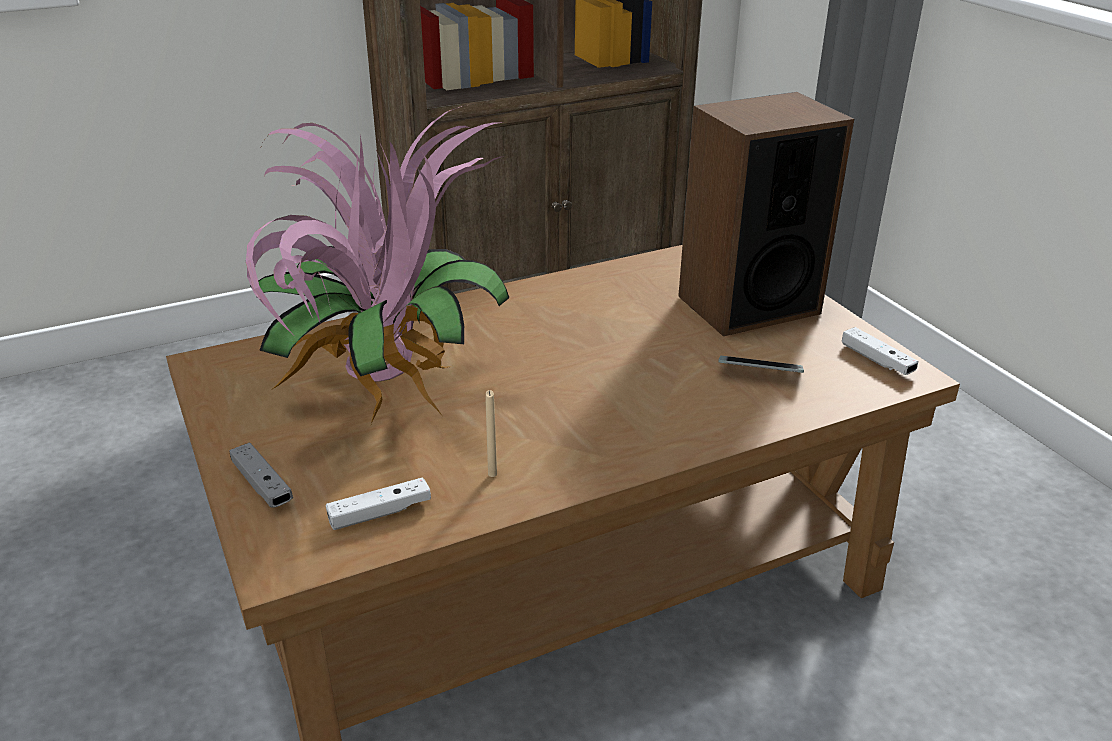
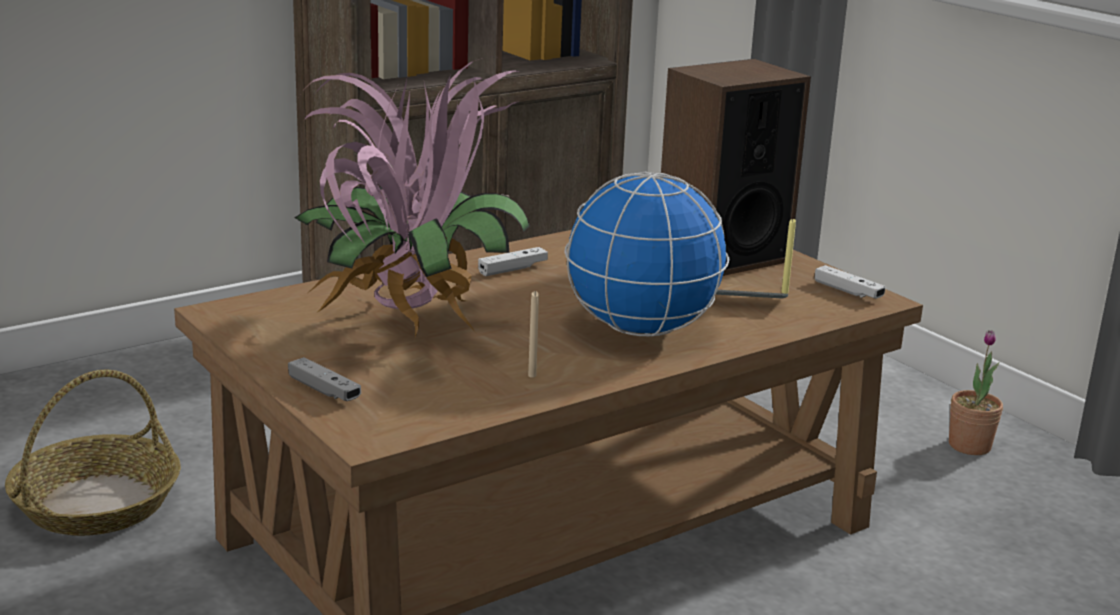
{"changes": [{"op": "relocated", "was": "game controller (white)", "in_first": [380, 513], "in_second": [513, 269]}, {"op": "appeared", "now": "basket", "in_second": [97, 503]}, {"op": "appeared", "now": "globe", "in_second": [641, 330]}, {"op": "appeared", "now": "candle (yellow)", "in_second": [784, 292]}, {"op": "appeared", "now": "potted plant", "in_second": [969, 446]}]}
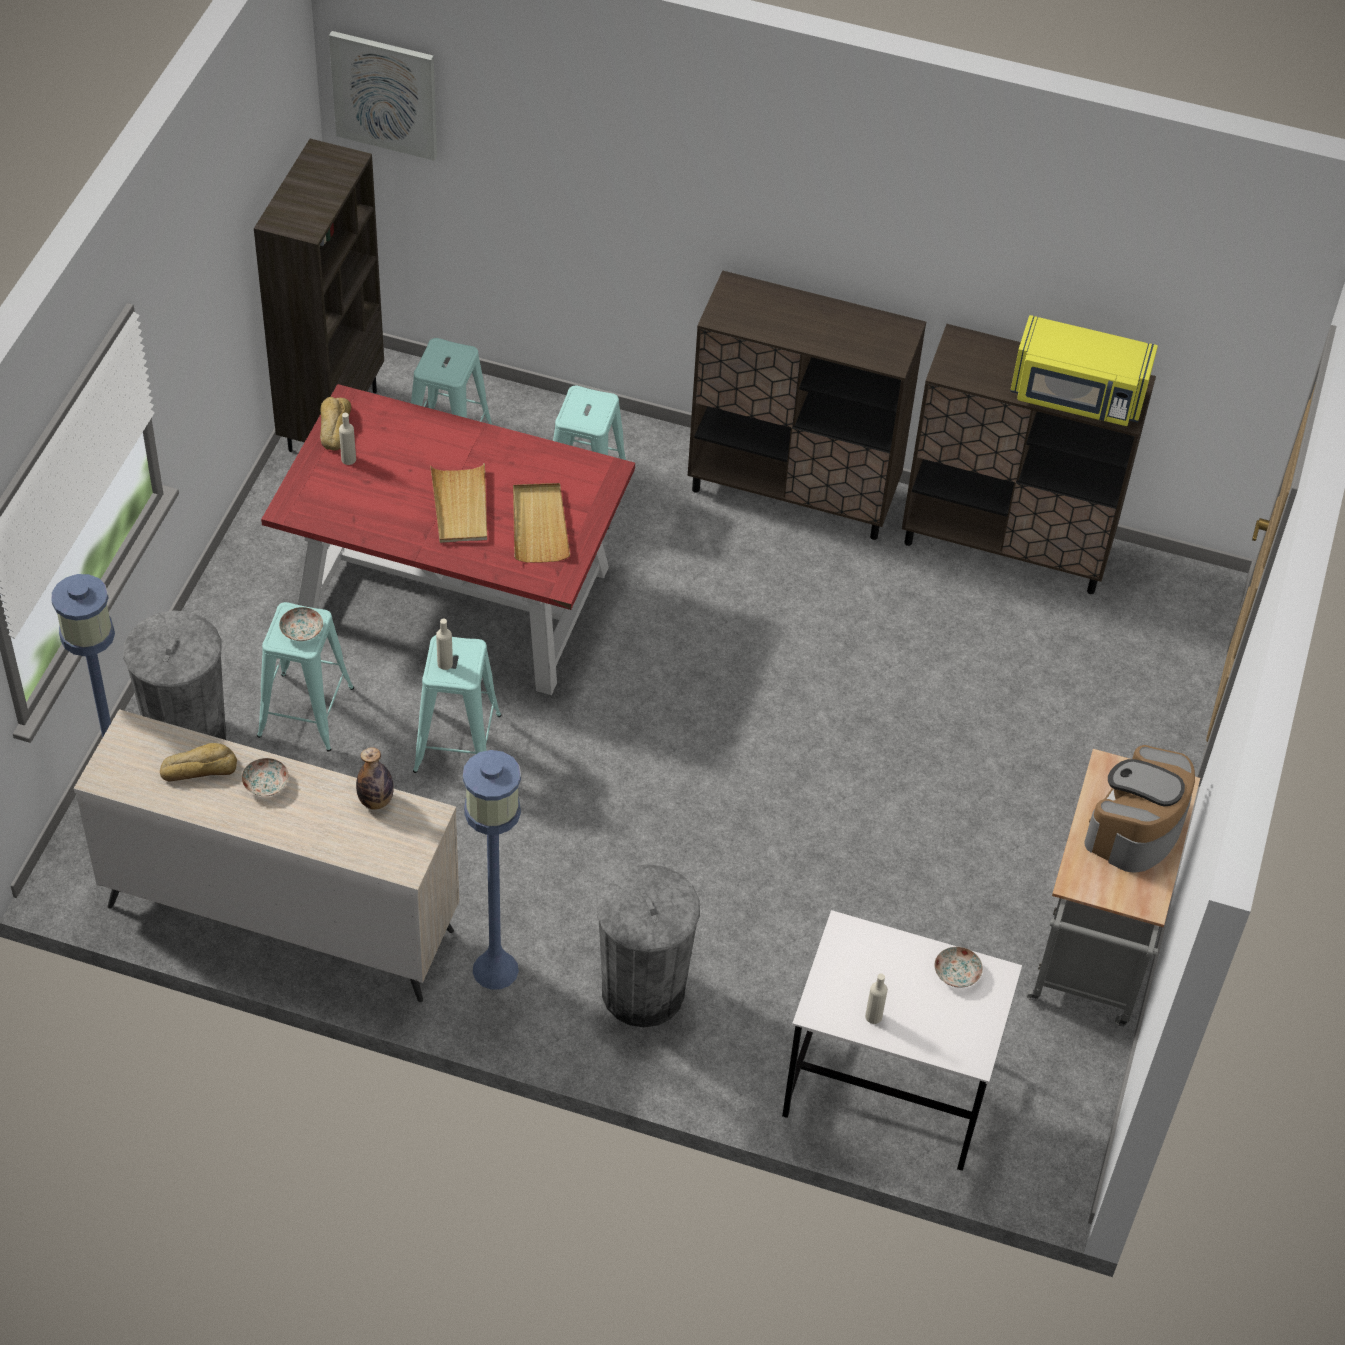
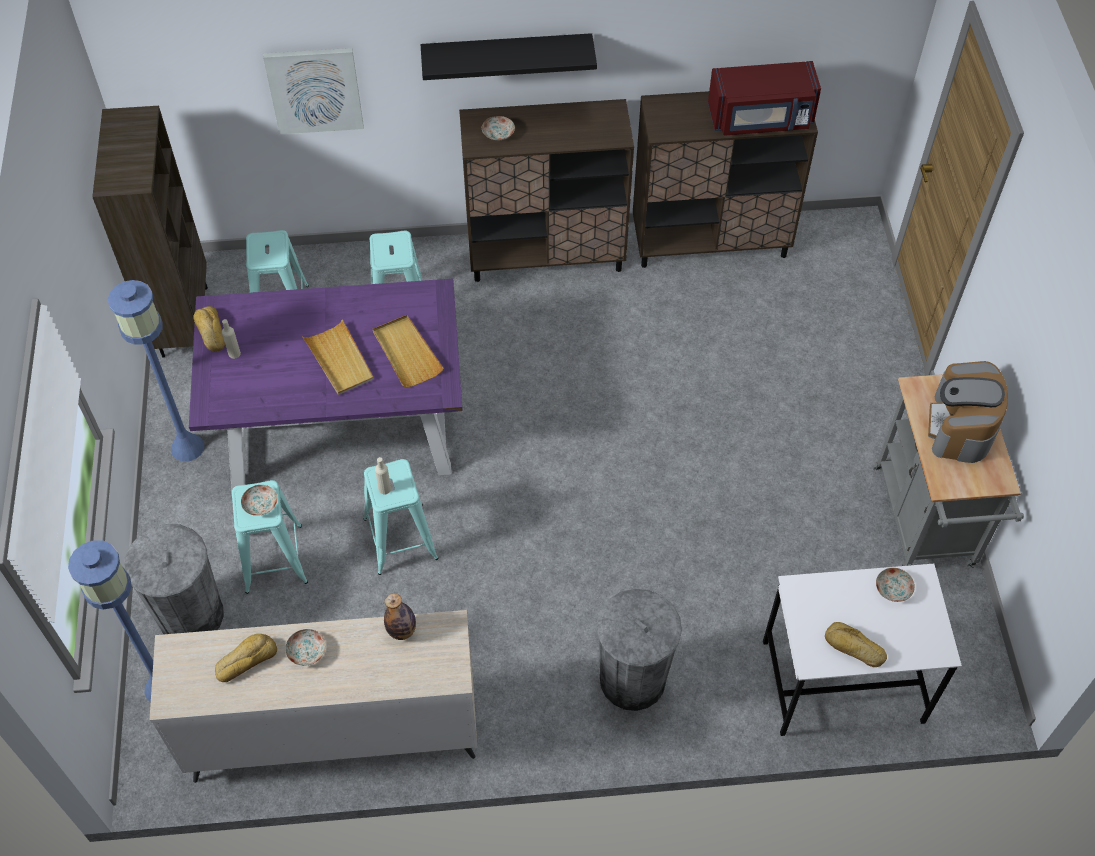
{"changes": [{"op": "colour", "was": "dining table (red)", "now": "dining table (purple)", "in_first": [451, 594], "in_second": [339, 424]}, {"op": "relocated", "was": "picture", "in_first": [385, 94], "in_second": [314, 90]}, {"op": "relocated", "was": "floor lamp (blue)", "in_first": [494, 970], "in_second": [187, 447]}, {"op": "exchanged", "was": "bottle (beige)", "now": "bread", "in_first": [873, 1016], "in_second": [854, 648]}, {"op": "colour", "was": "microwave (yellow)", "now": "microwave (red)", "in_first": [1077, 397], "in_second": [761, 119]}, {"op": "appeared", "now": "shelf (black)", "in_second": [507, 54]}, {"op": "appeared", "now": "plate", "in_second": [498, 133]}]}
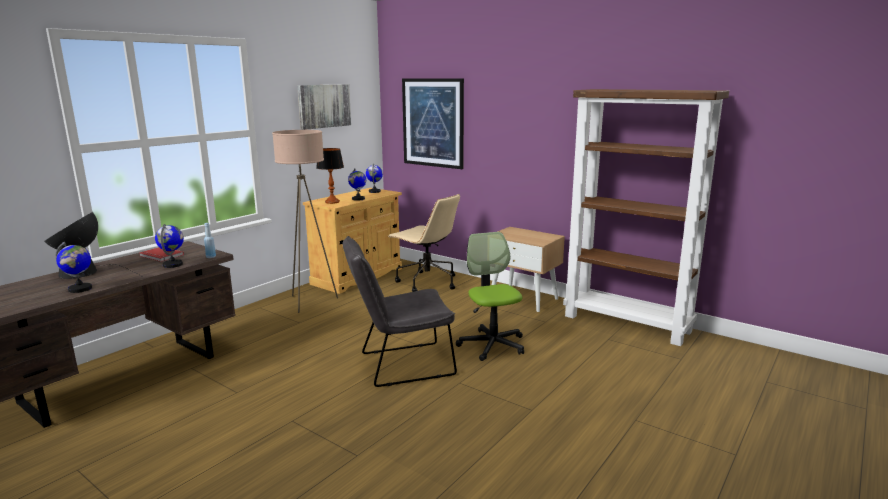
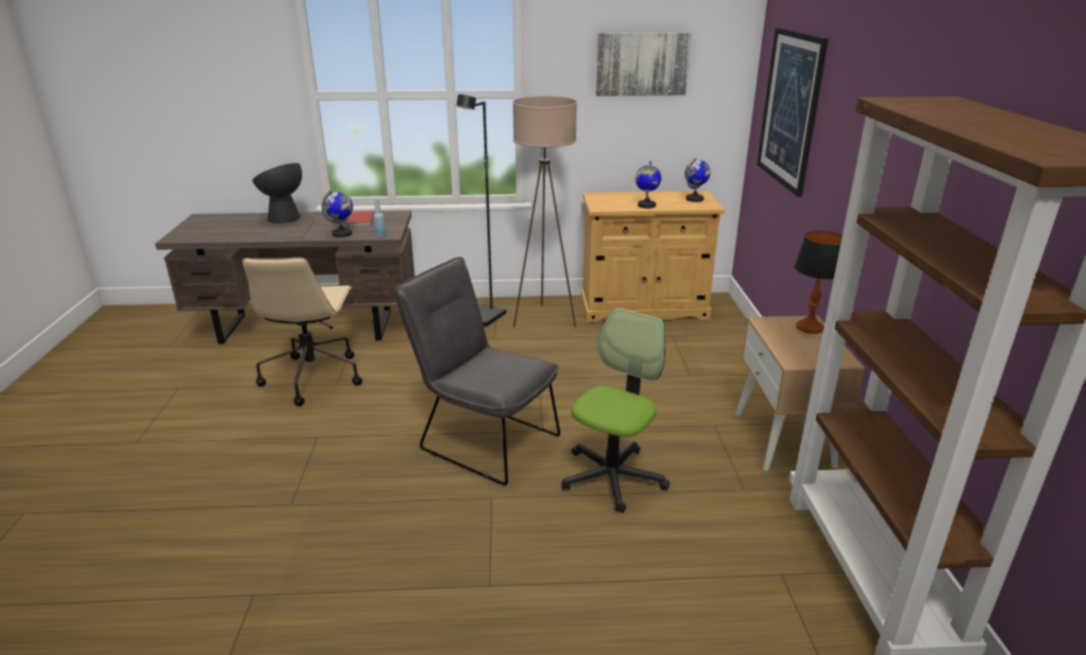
{"changes": [{"op": "missing", "was": "globe", "in_first": [80, 289]}, {"op": "relocated", "was": "table lamp", "in_first": [332, 202], "in_second": [809, 327]}, {"op": "relocated", "was": "office chair (beige)", "in_first": [426, 282], "in_second": [313, 376]}, {"op": "appeared", "now": "floor lamp (black)", "in_second": [485, 318]}]}
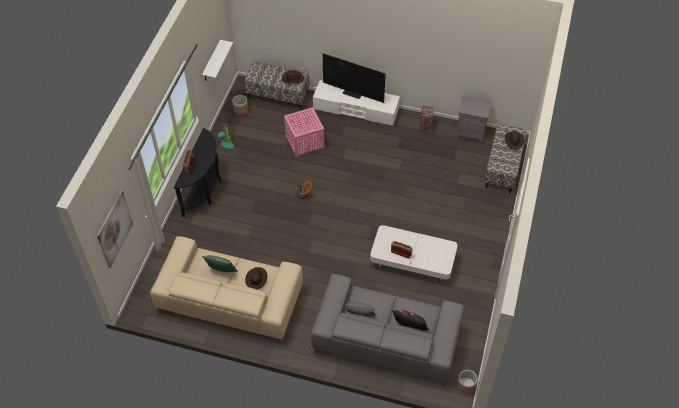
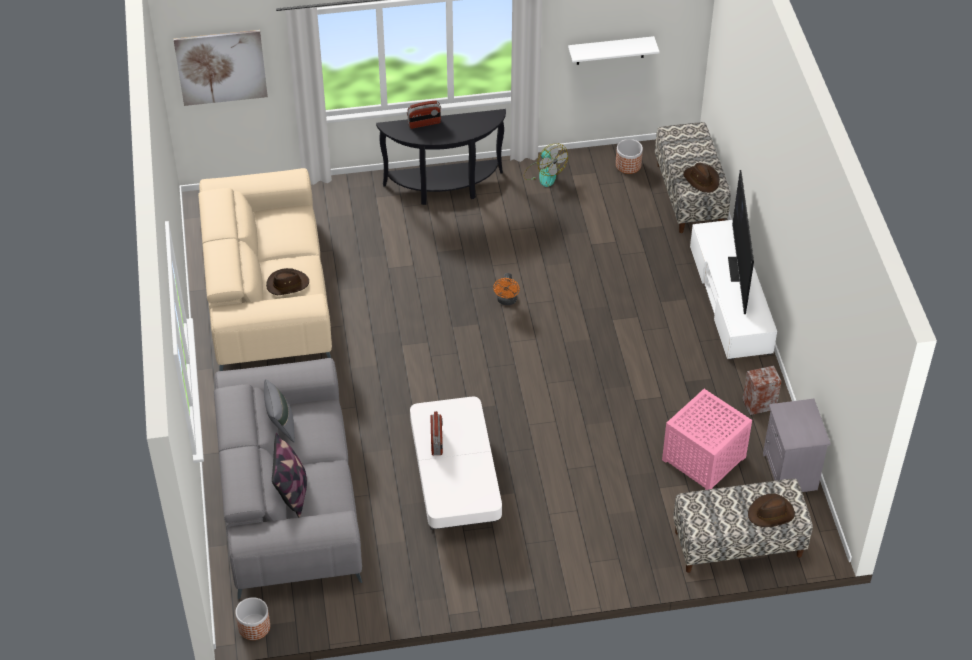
{"changes": [{"op": "missing", "was": "pillow (green)", "in_first": [221, 271]}, {"op": "relocated", "was": "side table (pink)", "in_first": [304, 142], "in_second": [703, 457]}]}
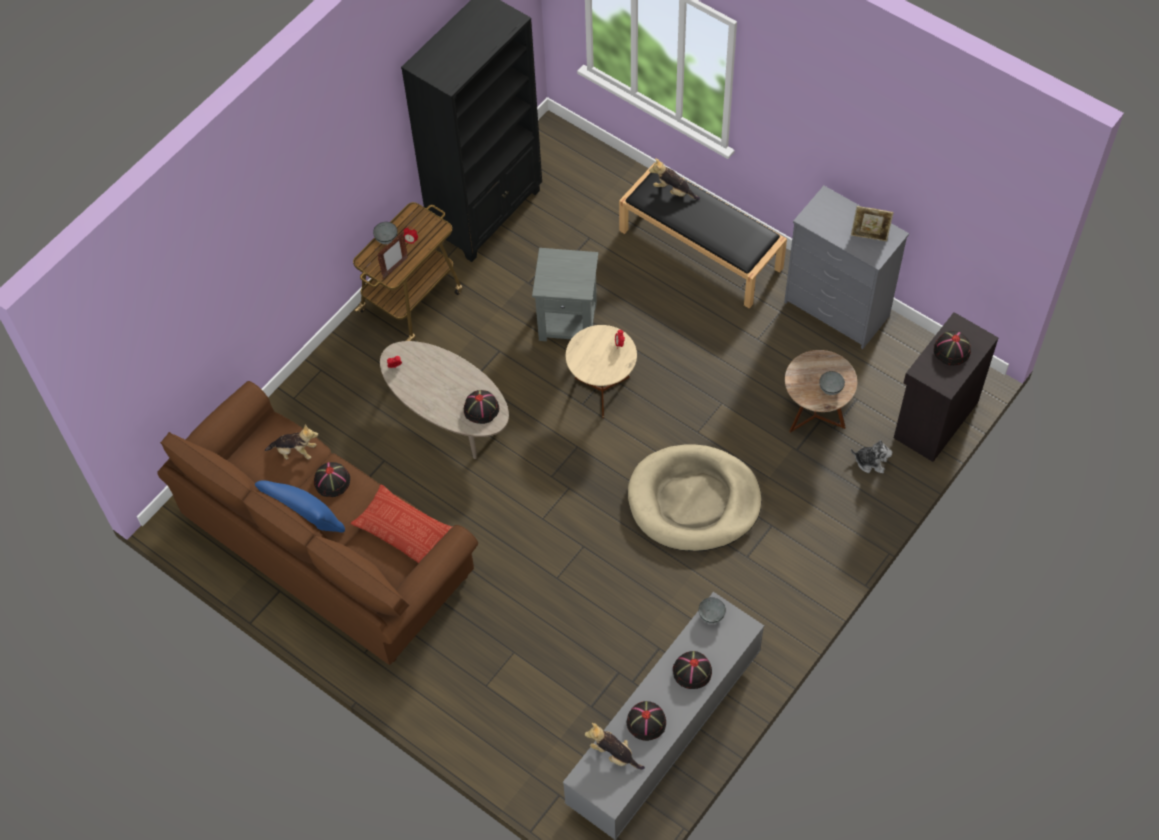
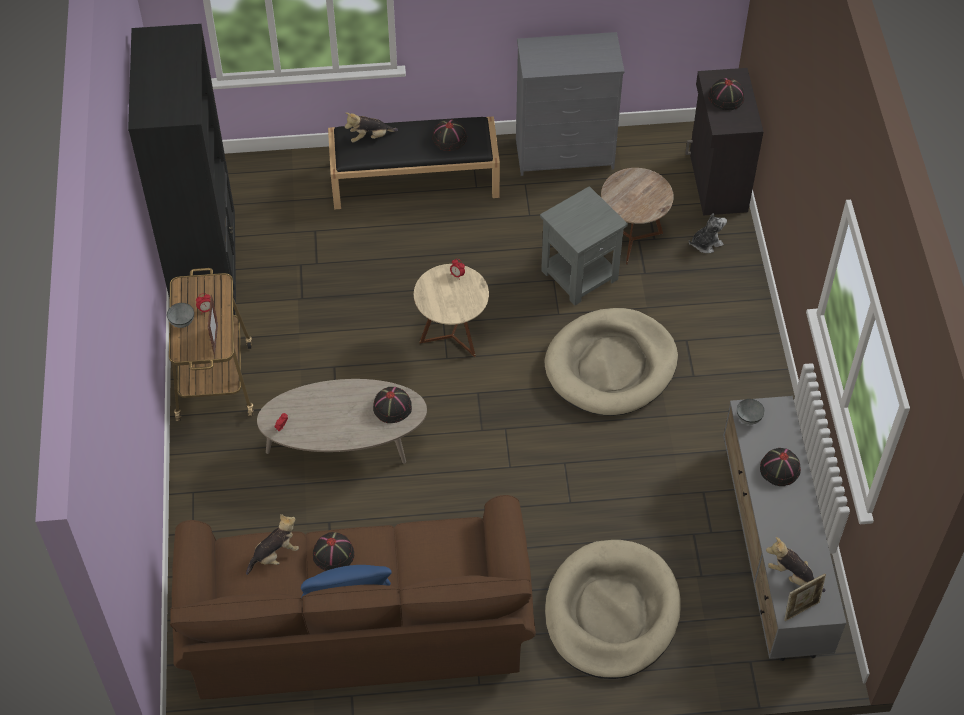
{"changes": [{"op": "missing", "was": "pillow", "in_first": [404, 530]}, {"op": "relocated", "was": "side table (grey)", "in_first": [568, 321], "in_second": [580, 274]}, {"op": "spun", "was": "plush toy", "in_first": [614, 754], "in_second": [792, 575], "clockwise": 45}, {"op": "relocated", "was": "hat (black)", "in_first": [646, 721], "in_second": [449, 138]}, {"op": "missing", "was": "bowl (grey)", "in_first": [830, 389]}, {"op": "relocated", "was": "picture frame", "in_first": [869, 236], "in_second": [801, 609]}, {"op": "appeared", "now": "dog bed (beige)", "in_second": [611, 612]}]}
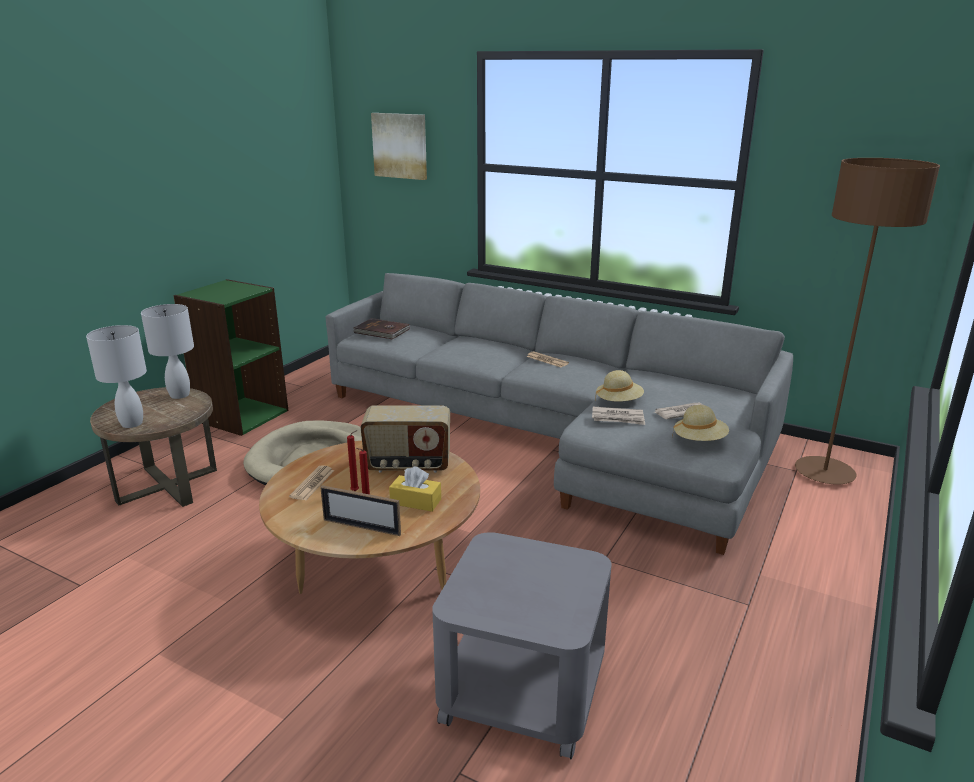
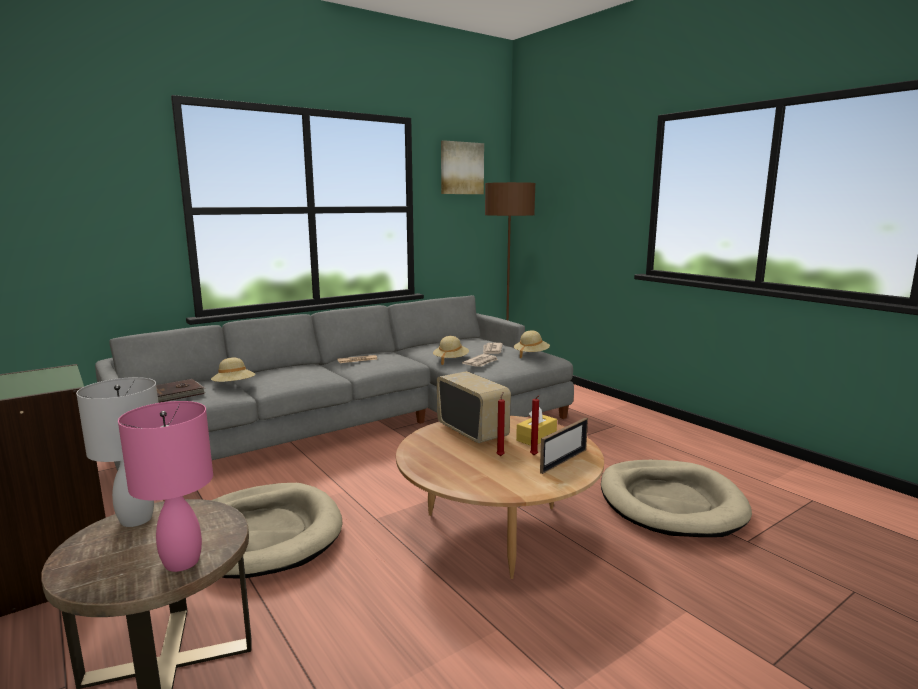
{"changes": [{"op": "colour", "was": "table lamp (white)", "now": "table lamp (pink)", "in_first": [132, 423], "in_second": [181, 562]}, {"op": "missing", "was": "newspaper", "in_first": [312, 484]}, {"op": "spun", "was": "radio", "in_first": [408, 465], "in_second": [473, 432], "clockwise": -60}, {"op": "relocated", "was": "picture", "in_first": [400, 145], "in_second": [461, 168]}, {"op": "exchanged", "was": "side table (grey)", "now": "dog bed (beige)", "in_first": [523, 688], "in_second": [670, 503]}, {"op": "appeared", "now": "hat (beige)", "in_second": [234, 386]}]}
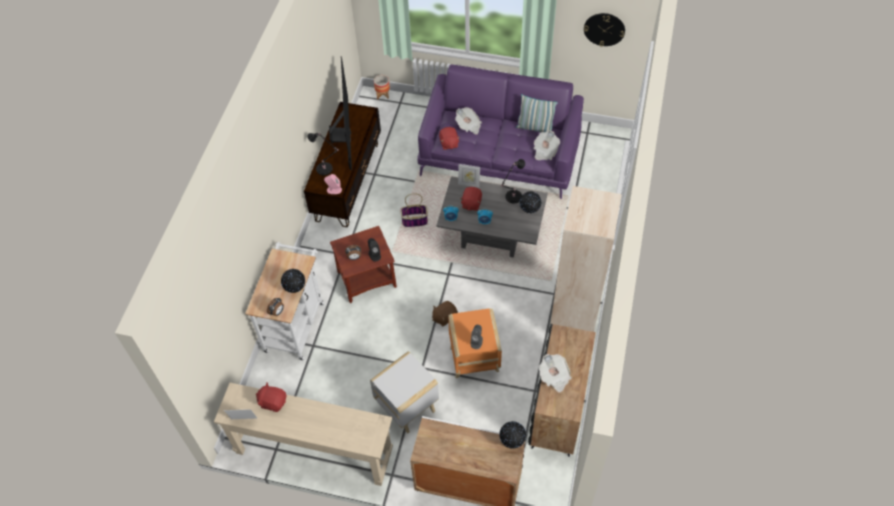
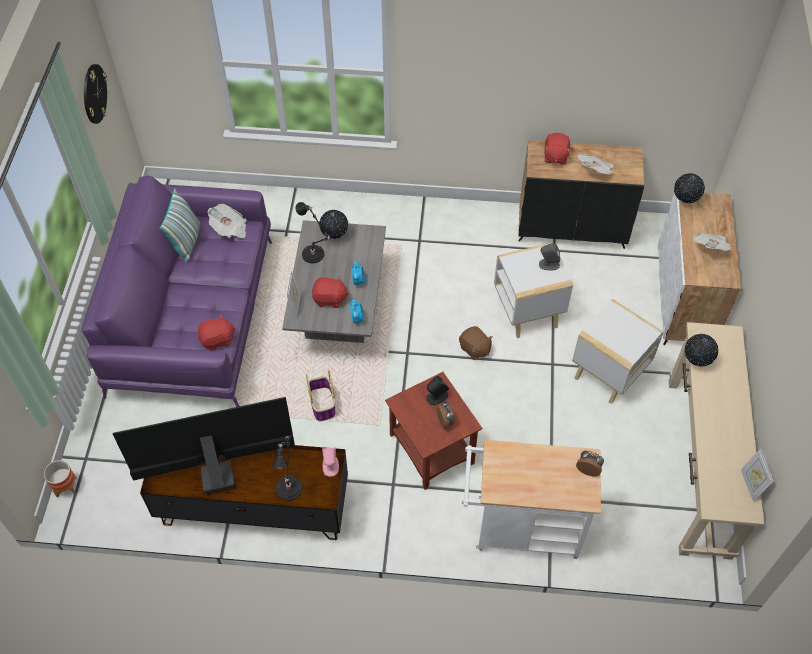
{"changes": [{"op": "relocated", "was": "plush toy (red)", "in_first": [273, 402], "in_second": [555, 156]}, {"op": "relocated", "was": "globe", "in_first": [295, 289], "in_second": [696, 361]}, {"op": "colour", "was": "side table (orange)", "now": "side table (white)", "in_first": [473, 360], "in_second": [528, 312]}, {"op": "relocated", "was": "newspaper", "in_first": [468, 126], "in_second": [710, 248]}, {"op": "missing", "was": "bookcase (beige)", "in_first": [573, 321]}]}
